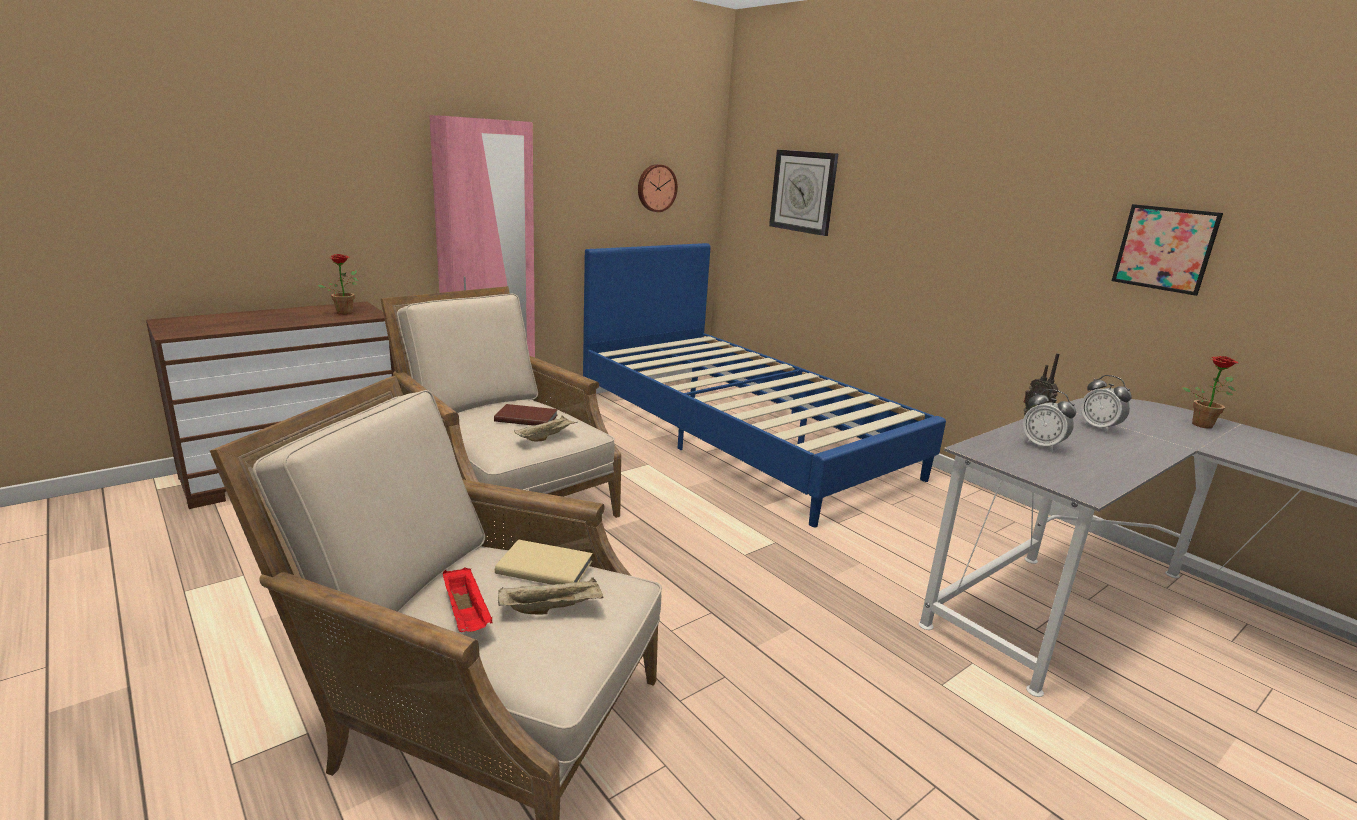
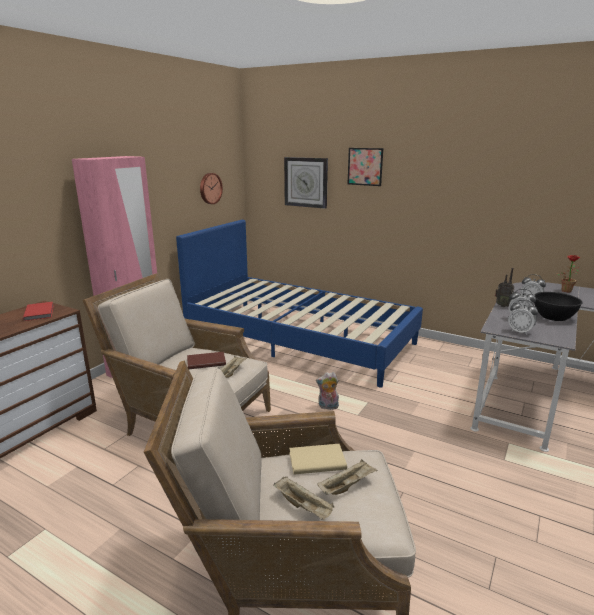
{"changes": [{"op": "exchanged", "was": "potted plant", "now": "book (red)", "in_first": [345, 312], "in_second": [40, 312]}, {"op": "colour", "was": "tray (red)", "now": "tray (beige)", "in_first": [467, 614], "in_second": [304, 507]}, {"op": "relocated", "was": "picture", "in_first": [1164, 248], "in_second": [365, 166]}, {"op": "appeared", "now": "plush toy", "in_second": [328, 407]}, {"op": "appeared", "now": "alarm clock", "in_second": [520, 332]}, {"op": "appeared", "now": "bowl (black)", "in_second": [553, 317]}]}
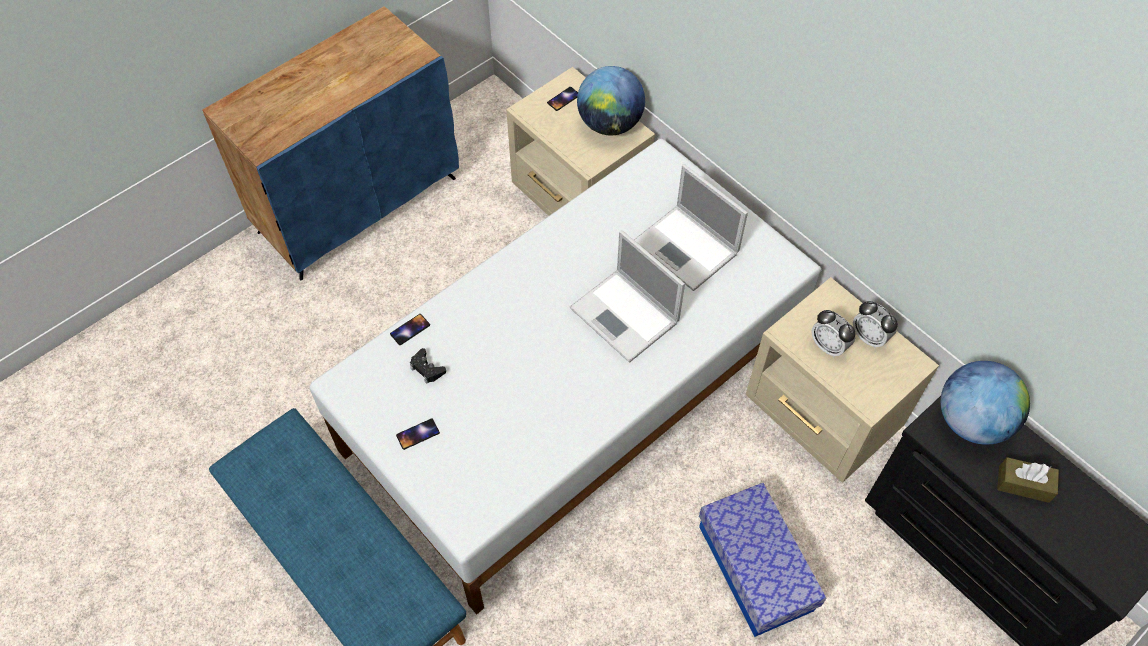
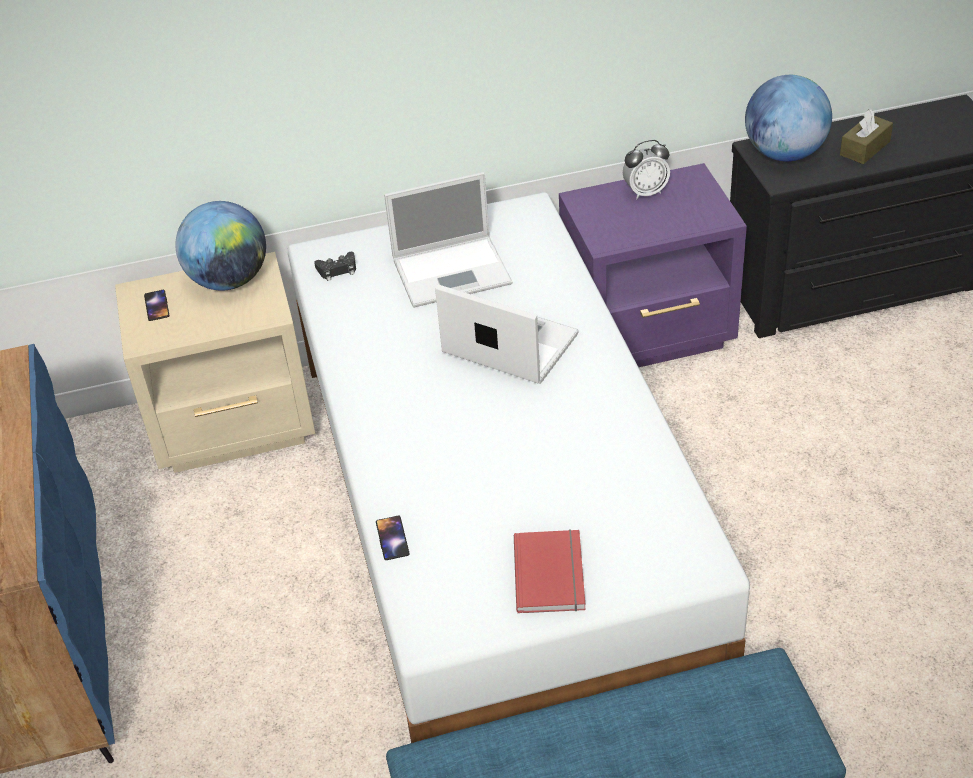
{"changes": [{"op": "exchanged", "was": "phone", "now": "book (red)", "in_first": [418, 434], "in_second": [552, 573]}, {"op": "relocated", "was": "game controller (black)", "in_first": [427, 368], "in_second": [337, 270]}, {"op": "spun", "was": "laptop", "in_first": [626, 316], "in_second": [507, 344], "clockwise": -135}, {"op": "missing", "was": "storage box", "in_first": [755, 568]}, {"op": "colour", "was": "nightstand (beige)", "now": "nightstand (purple)", "in_first": [821, 419], "in_second": [651, 334]}, {"op": "missing", "was": "alarm clock", "in_first": [828, 346]}]}
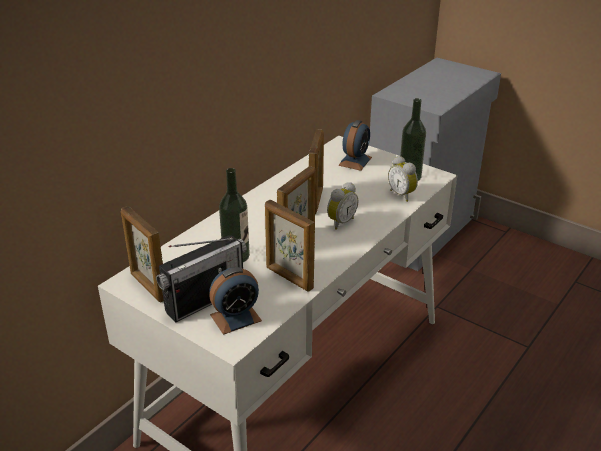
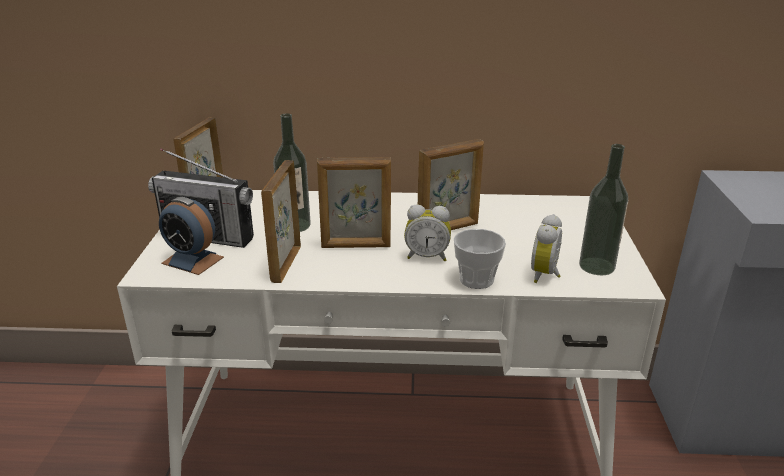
{"changes": [{"op": "missing", "was": "alarm clock", "in_first": [355, 161]}, {"op": "appeared", "now": "cup", "in_second": [476, 279]}]}
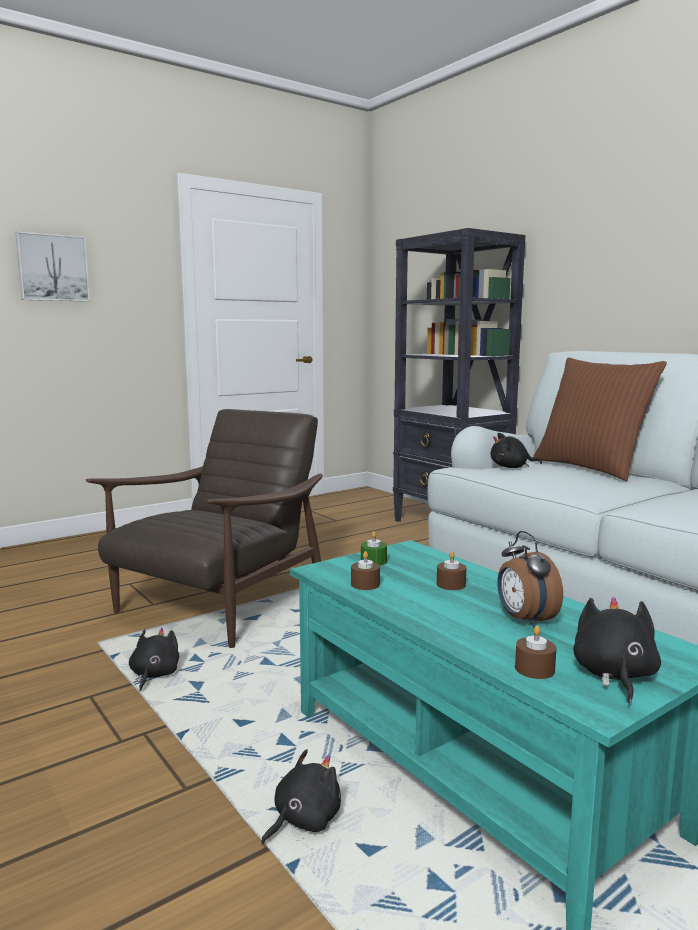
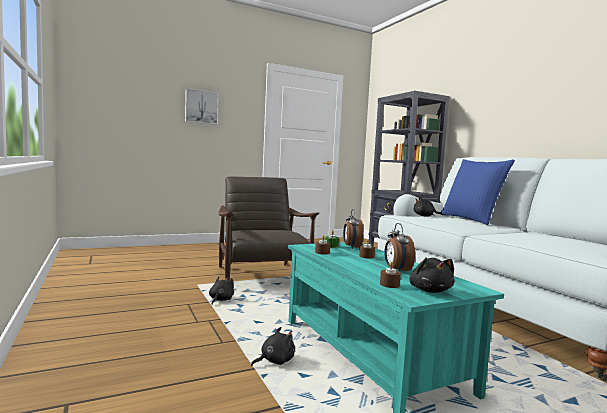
{"changes": [{"op": "spun", "was": "armchair (brown)", "in_first": [219, 605], "in_second": [261, 277], "clockwise": -60}, {"op": "colour", "was": "pillow (brown)", "now": "pillow (blue)", "in_first": [590, 468], "in_second": [471, 220]}, {"op": "spun", "was": "plush toy (black)", "in_first": [614, 675], "in_second": [430, 290], "clockwise": 150}, {"op": "appeared", "now": "alarm clock", "in_second": [351, 247]}]}
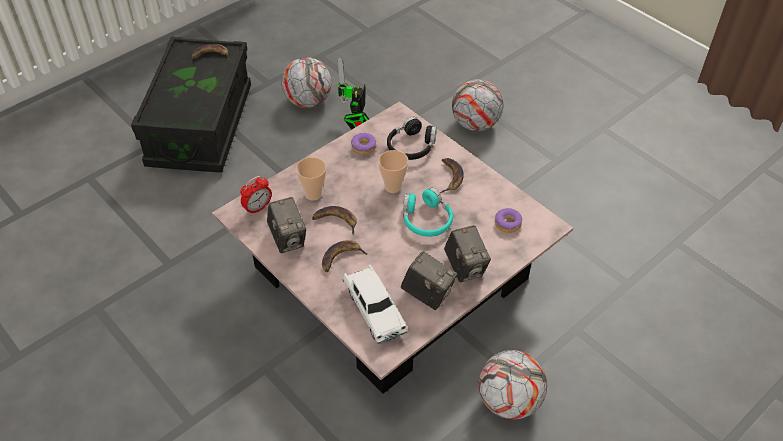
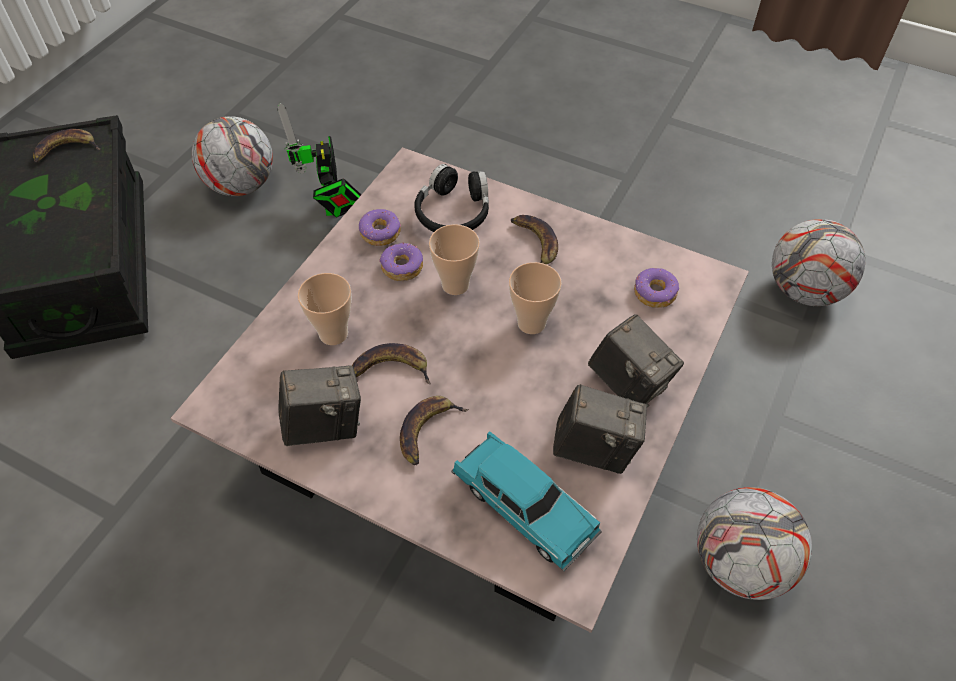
{"changes": [{"op": "missing", "was": "alarm clock", "in_first": [258, 208]}, {"op": "spun", "was": "photo camera", "in_first": [288, 239], "in_second": [324, 425], "clockwise": -60}, {"op": "colour", "was": "toy car (white)", "now": "toy car (turquoise)", "in_first": [374, 310], "in_second": [523, 507]}, {"op": "exchanged", "was": "headphones (turquoise)", "now": "cup", "in_first": [426, 219], "in_second": [531, 323]}, {"op": "relocated", "was": "football", "in_first": [475, 124], "in_second": [803, 290]}, {"op": "appeared", "now": "donut", "in_second": [402, 267]}]}
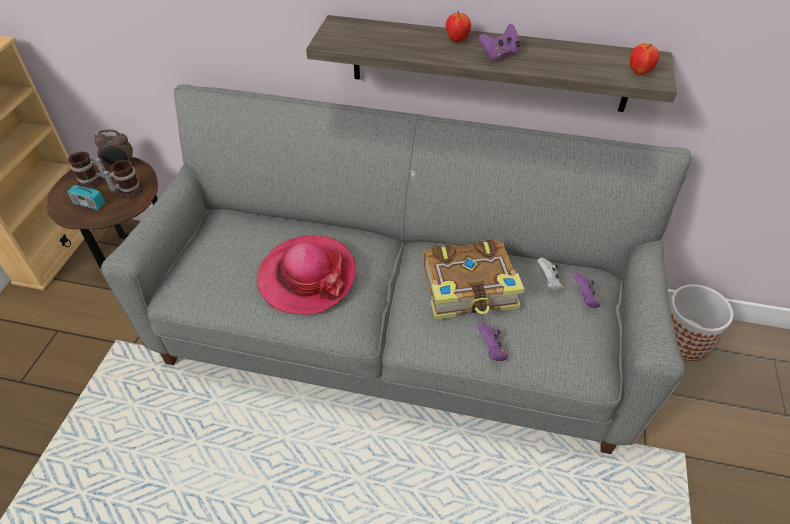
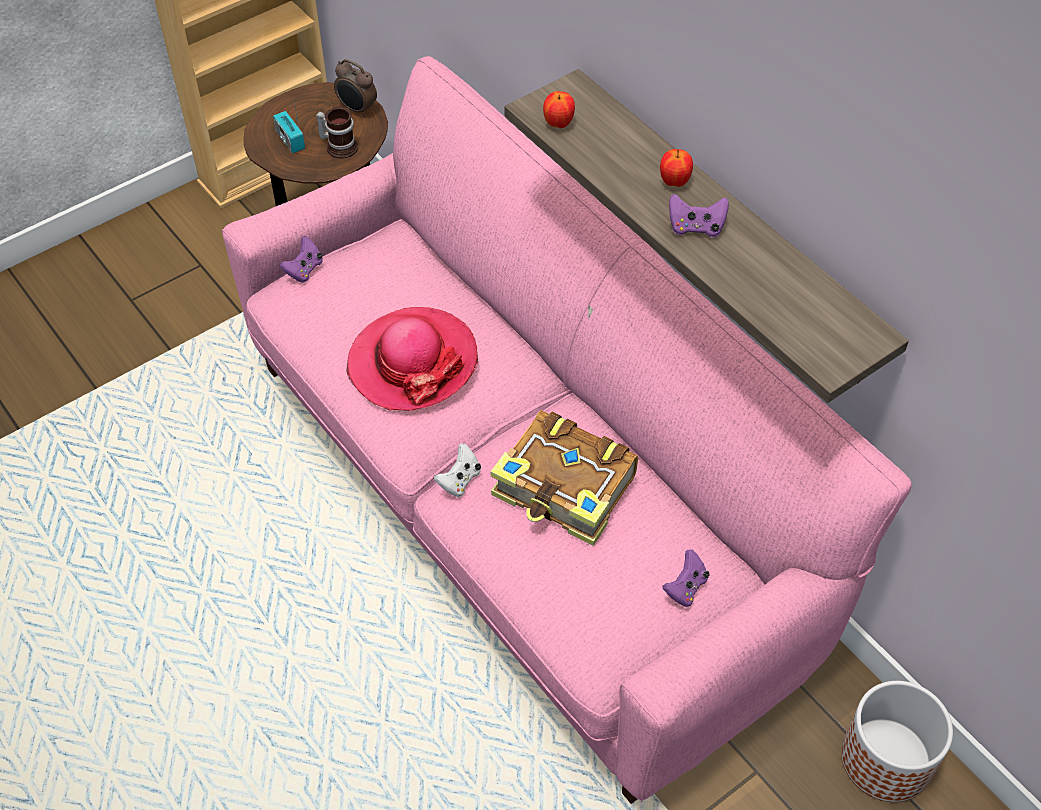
{"changes": [{"op": "missing", "was": "mug", "in_first": [92, 182]}, {"op": "colour", "was": "sofa (grey)", "now": "sofa (pink)", "in_first": [395, 340], "in_second": [521, 507]}, {"op": "relocated", "was": "game controller (purple)", "in_first": [492, 350], "in_second": [304, 270]}, {"op": "relocated", "was": "game controller (white)", "in_first": [549, 282], "in_second": [459, 480]}, {"op": "relocated", "was": "apple", "in_first": [639, 72], "in_second": [558, 123]}]}
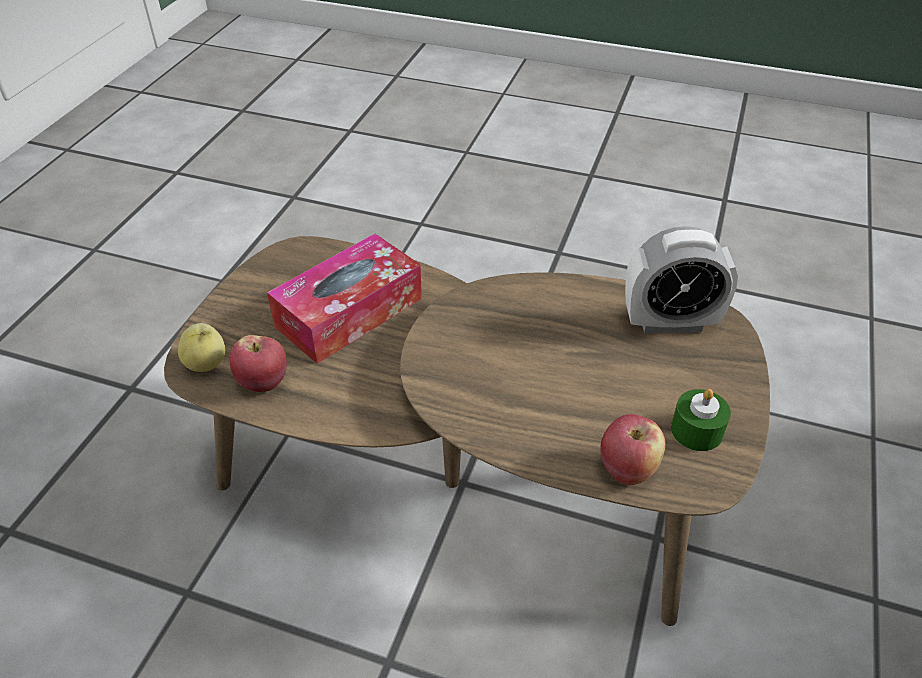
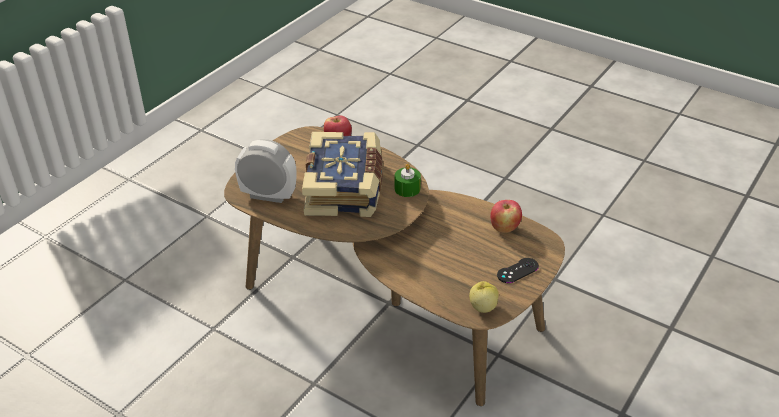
{"changes": [{"op": "relocated", "was": "apple", "in_first": [207, 363], "in_second": [482, 307]}, {"op": "missing", "was": "tissue box", "in_first": [349, 312]}, {"op": "relocated", "was": "candle (green)", "in_first": [696, 430], "in_second": [407, 189]}, {"op": "appeared", "now": "book", "in_second": [345, 188]}, {"op": "appeared", "now": "game controller (black)", "in_second": [517, 270]}]}
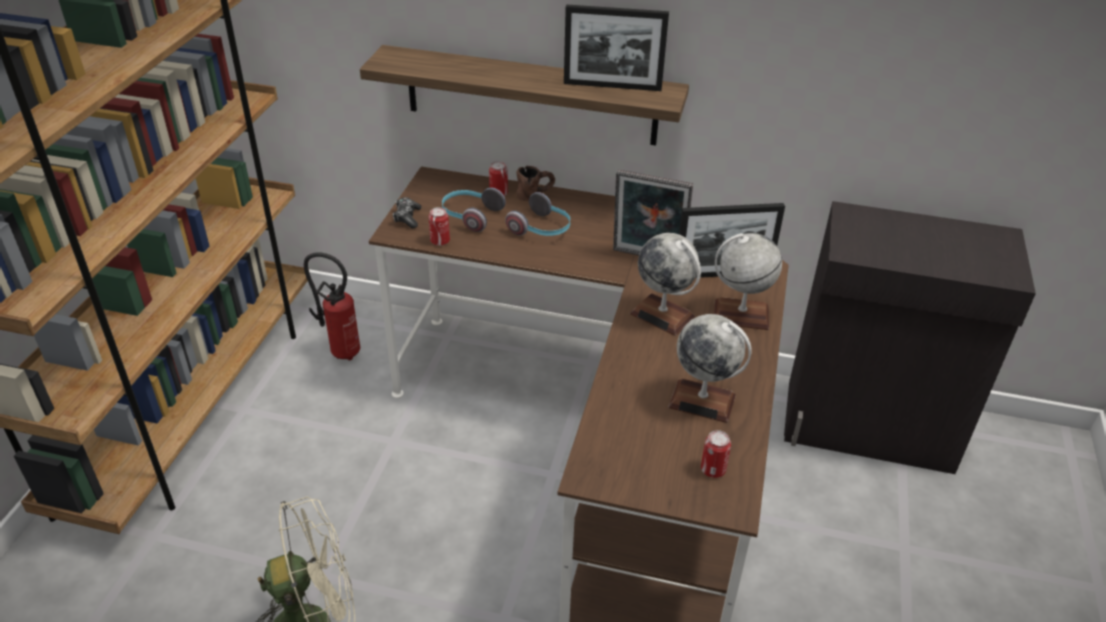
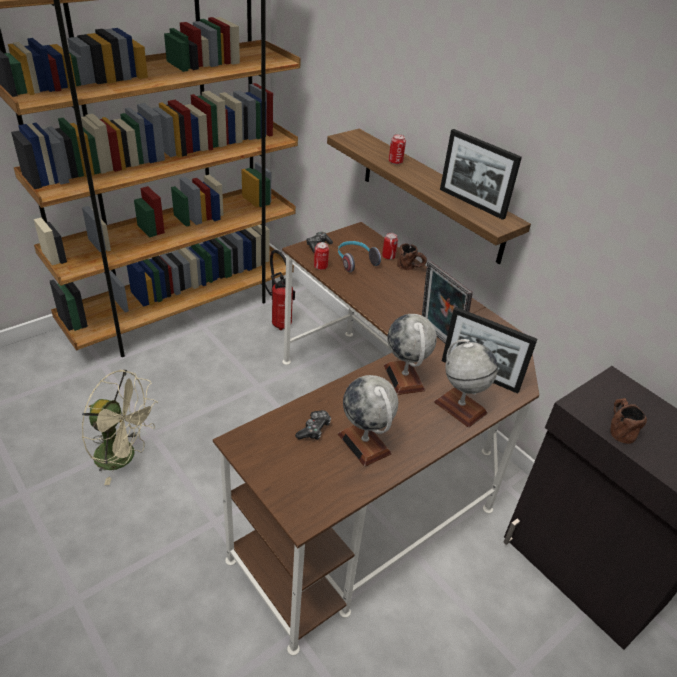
{"changes": [{"op": "missing", "was": "headphones", "in_first": [542, 229]}, {"op": "relocated", "was": "can", "in_first": [713, 470], "in_second": [395, 162]}, {"op": "appeared", "now": "game controller", "in_second": [314, 429]}, {"op": "appeared", "now": "mug (brown)", "in_second": [618, 428]}]}
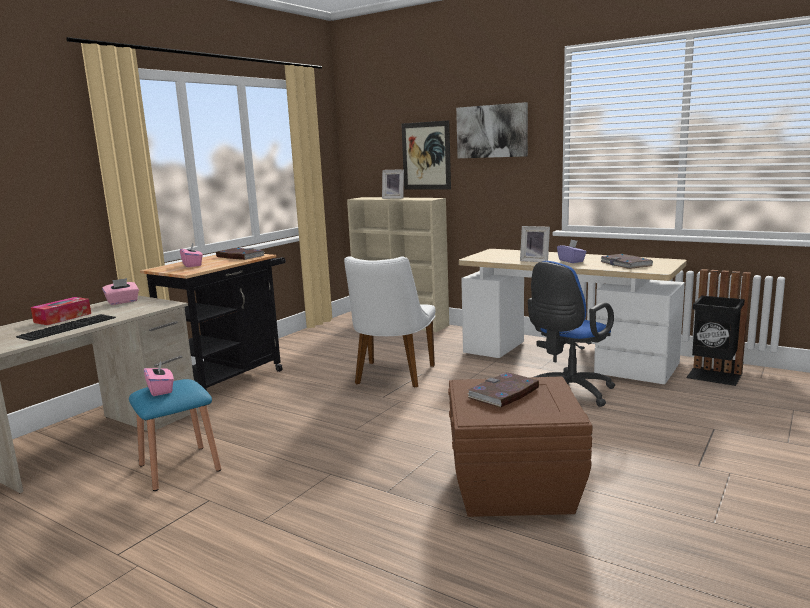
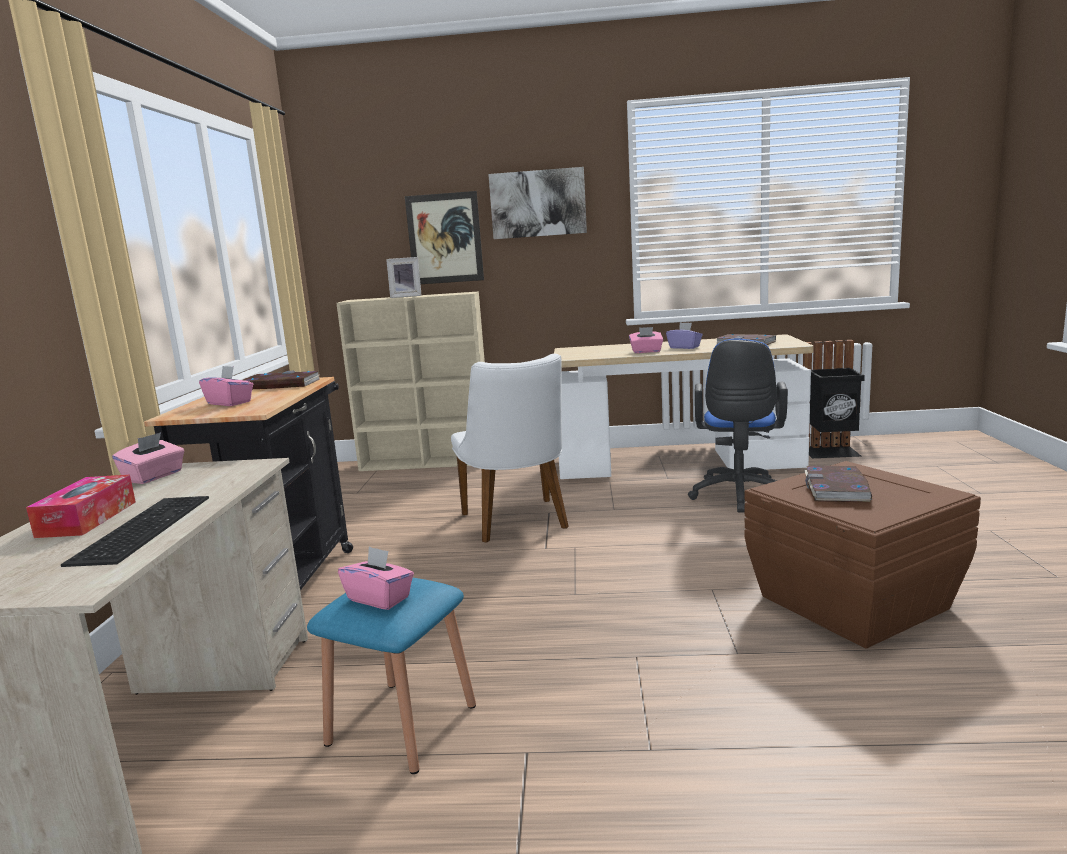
{"changes": [{"op": "exchanged", "was": "picture frame", "now": "tissue box (pink)", "in_first": [535, 261], "in_second": [646, 351]}]}
